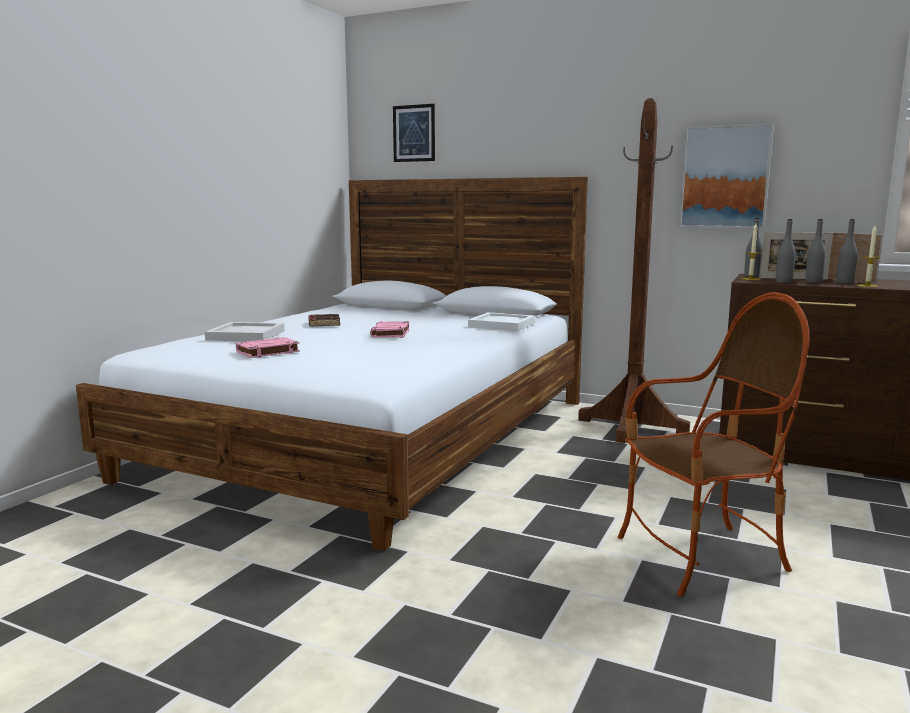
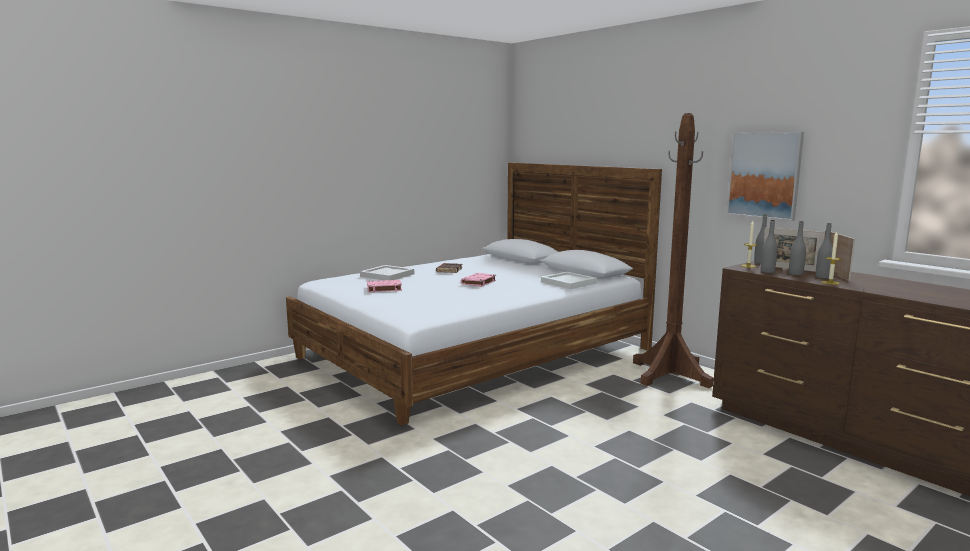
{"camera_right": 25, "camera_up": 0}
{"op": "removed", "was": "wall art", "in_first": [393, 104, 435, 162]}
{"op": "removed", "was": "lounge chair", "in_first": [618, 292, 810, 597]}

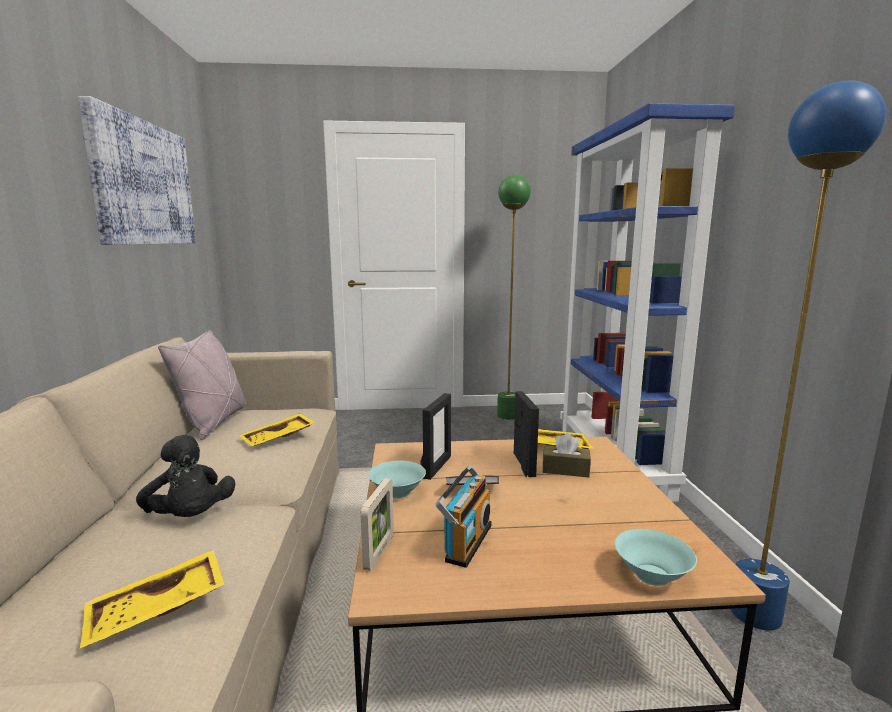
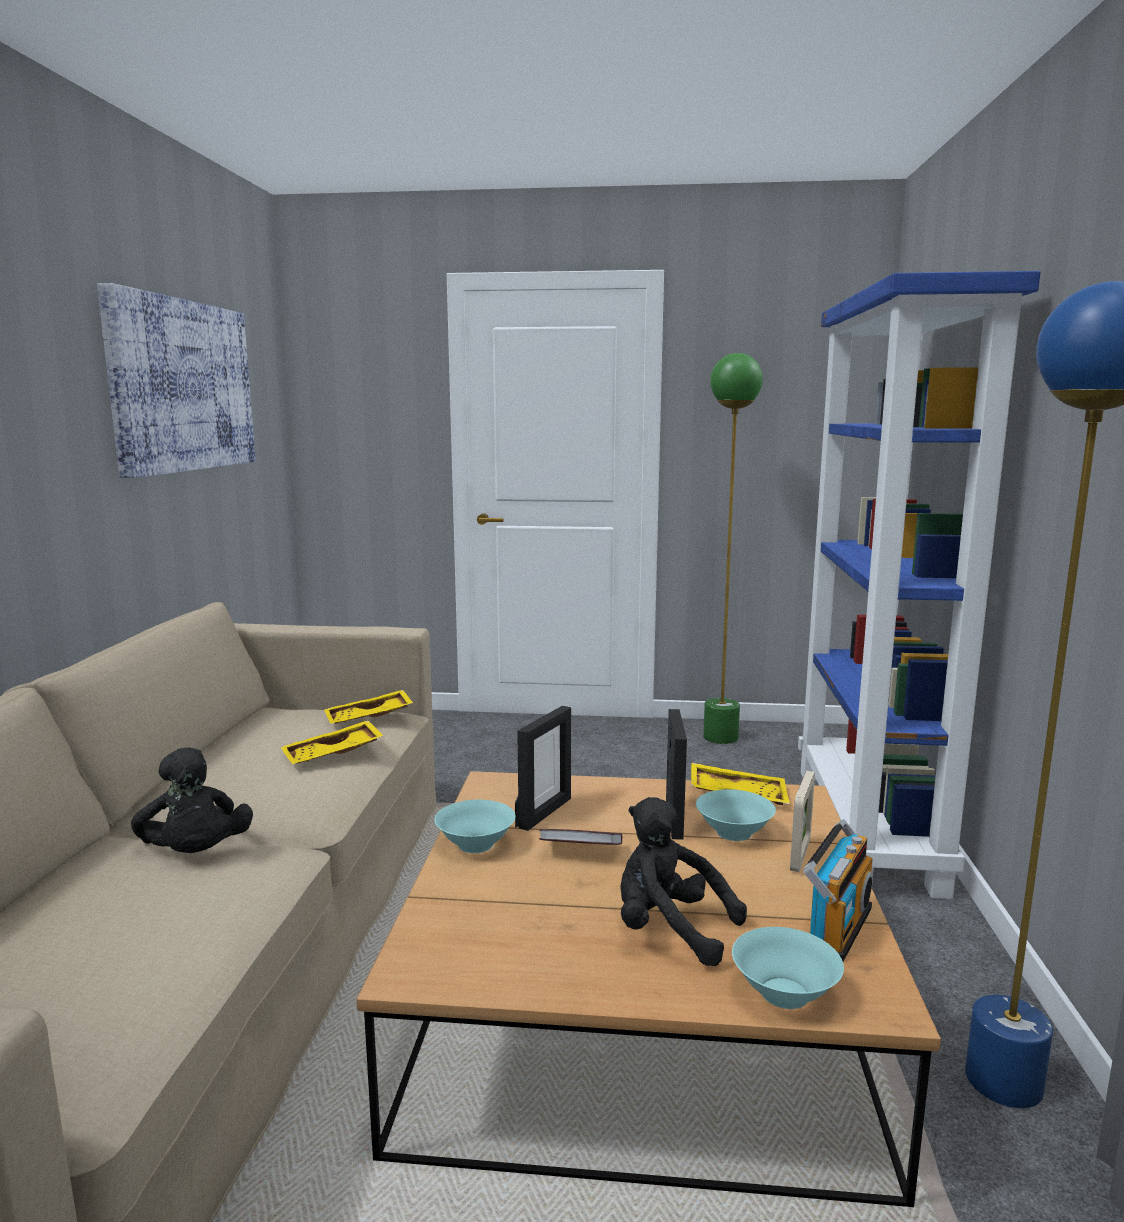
{"camera_right": 10, "camera_up": 0}
{"op": "removed", "was": "cushion (purple)", "in_first": [158, 329, 246, 440]}
{"op": "replaced", "was": "tissue holder (brown-coloured)", "now": "bowl (blue-green)", "in_first": [542, 433, 591, 477], "in_second": [696, 789, 776, 841]}
{"op": "moved", "was": "radio set", "in_first": [435, 465, 492, 568], "in_second": [803, 819, 873, 962]}
{"op": "moved", "was": "photo frame", "in_first": [361, 478, 394, 571], "in_second": [790, 771, 815, 872]}
{"op": "moved", "was": "carrying tray (yellowish)", "in_first": [80, 550, 225, 648], "in_second": [324, 690, 413, 724]}
{"op": "added", "now": "soft toy (black)", "in_second": [620, 797, 747, 966]}

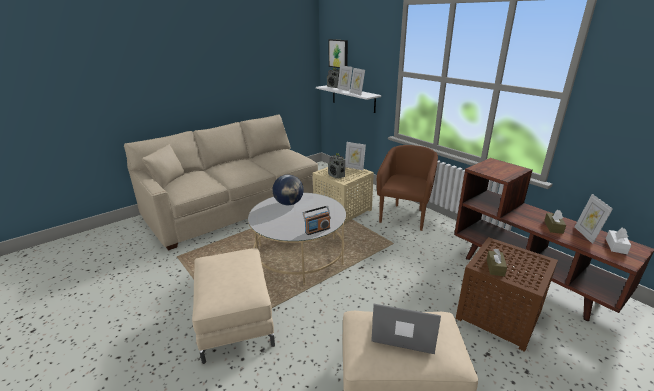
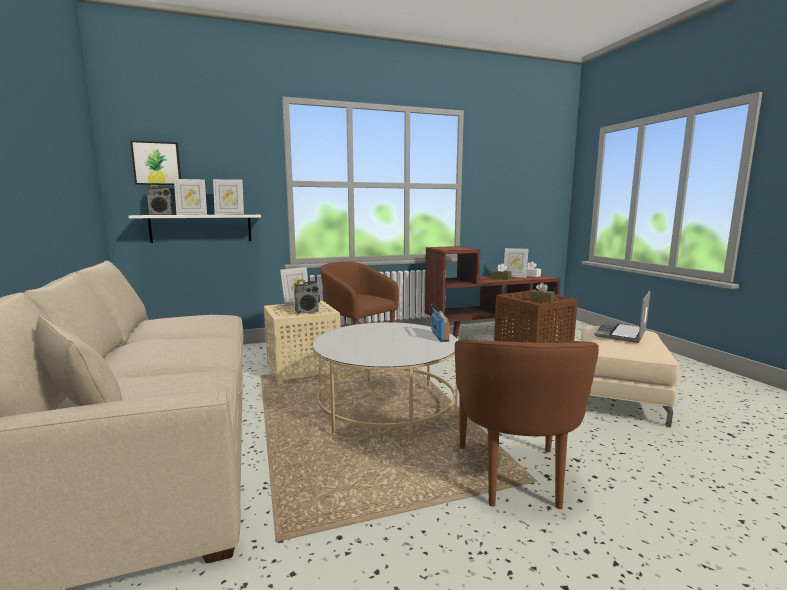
{"camera_right": -70, "camera_up": -15}
{"op": "removed", "was": "globe", "in_first": [272, 174, 304, 205]}
{"op": "replaced", "was": "pouffe (sand-coloured)", "now": "lounge chair (brown-coloured)", "in_first": [192, 248, 275, 364], "in_second": [455, 339, 599, 509]}

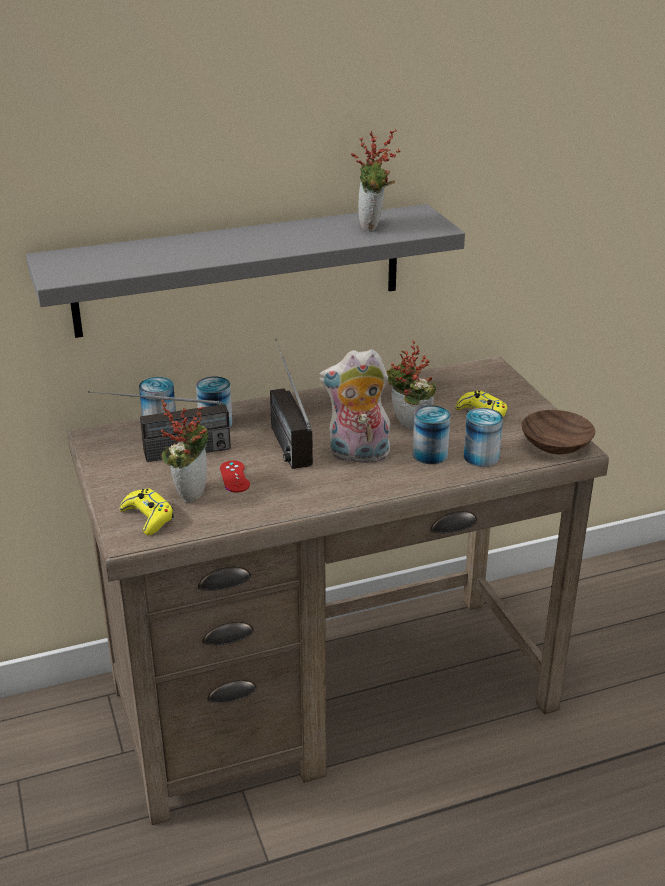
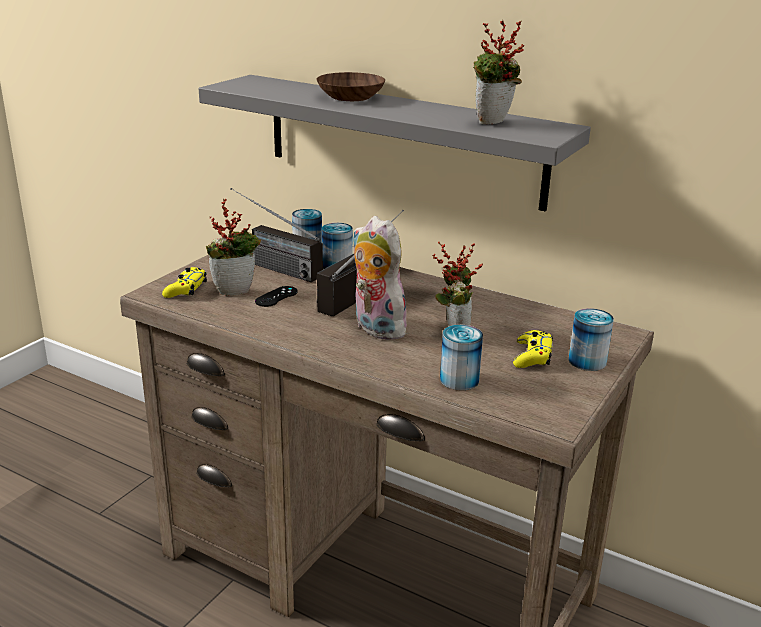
{"camera_right": 50, "camera_up": -5}
{"op": "moved", "was": "sealed can", "in_first": [413, 405, 450, 464], "in_second": [568, 308, 614, 371]}
{"op": "moved", "was": "bowl (brown-coloured)", "in_first": [521, 410, 595, 454], "in_second": [317, 72, 385, 101]}
{"op": "recoloured", "was": "gamepad (reddish)", "now": "gamepad (black)", "in_first": [220, 461, 250, 493], "in_second": [255, 286, 298, 307]}

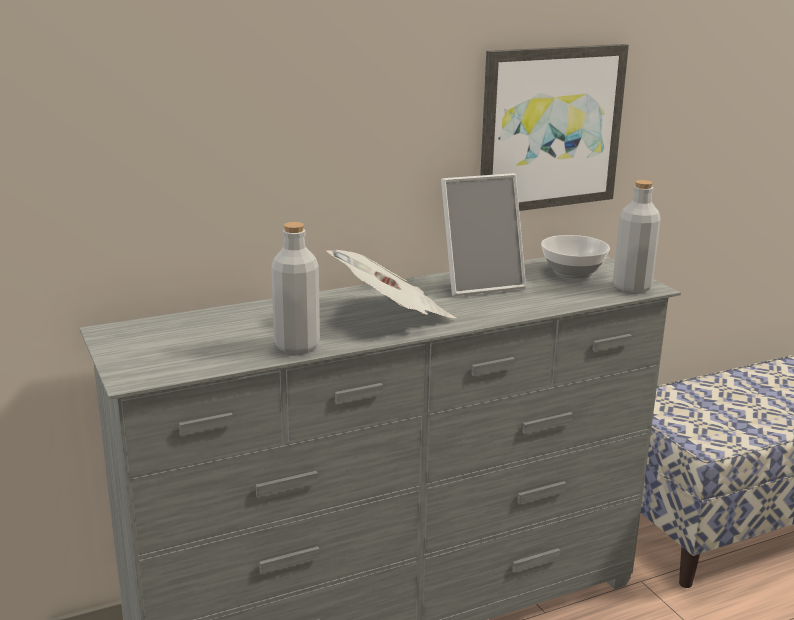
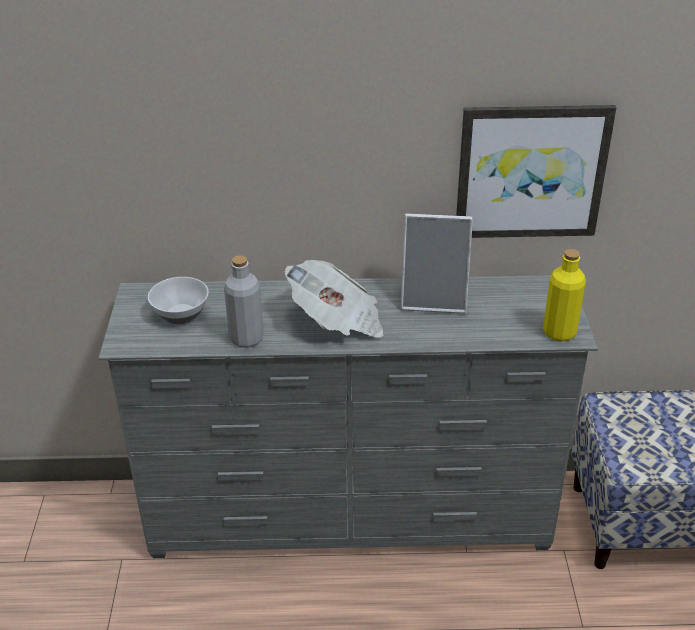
{"camera_right": 25, "camera_up": 15}
{"op": "recoloured", "was": "bottle (gray)", "now": "bottle (yellowish)", "in_first": [613, 180, 661, 293], "in_second": [543, 249, 586, 341]}
{"op": "moved", "was": "bowl", "in_first": [541, 235, 610, 278], "in_second": [148, 277, 209, 324]}

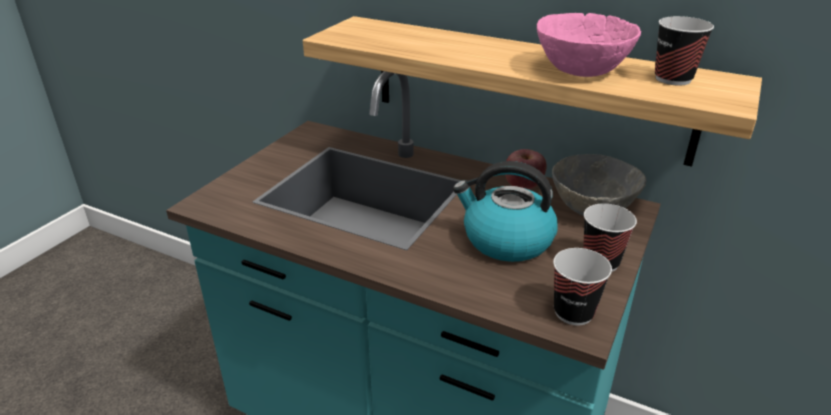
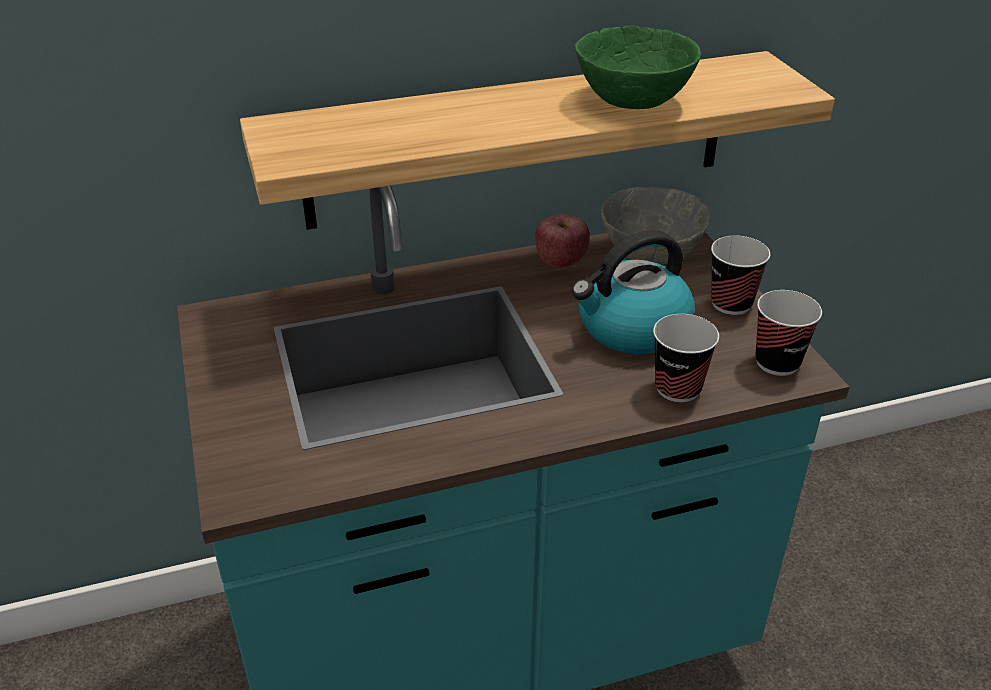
{"camera_right": -45, "camera_up": 5}
{"op": "recoloured", "was": "bowl (pinkish)", "now": "bowl (green)", "in_first": [537, 13, 641, 77], "in_second": [575, 26, 701, 109]}
{"op": "moved", "was": "drinking cup", "in_first": [655, 16, 714, 85], "in_second": [653, 314, 719, 402]}

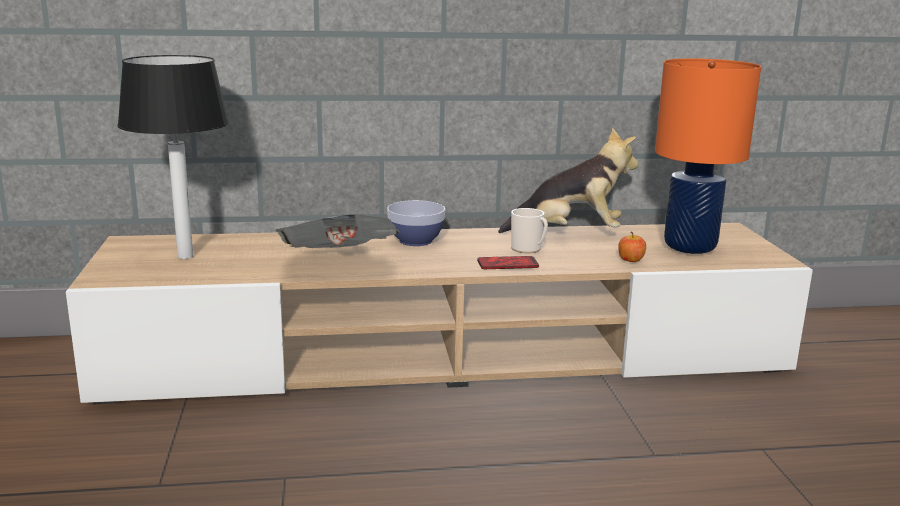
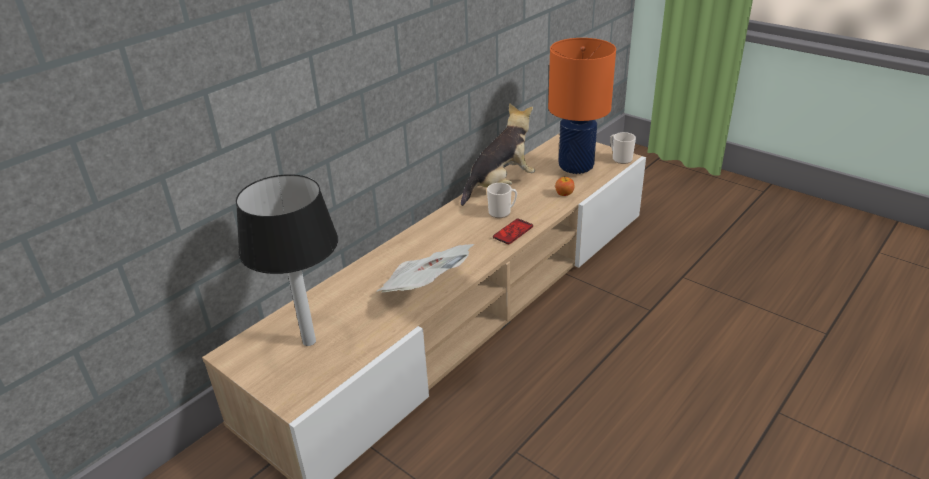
{"camera_right": -40, "camera_up": 15}
{"op": "removed", "was": "bowl", "in_first": [387, 200, 445, 246]}
{"op": "added", "now": "tea mug", "in_second": [610, 132, 636, 164]}

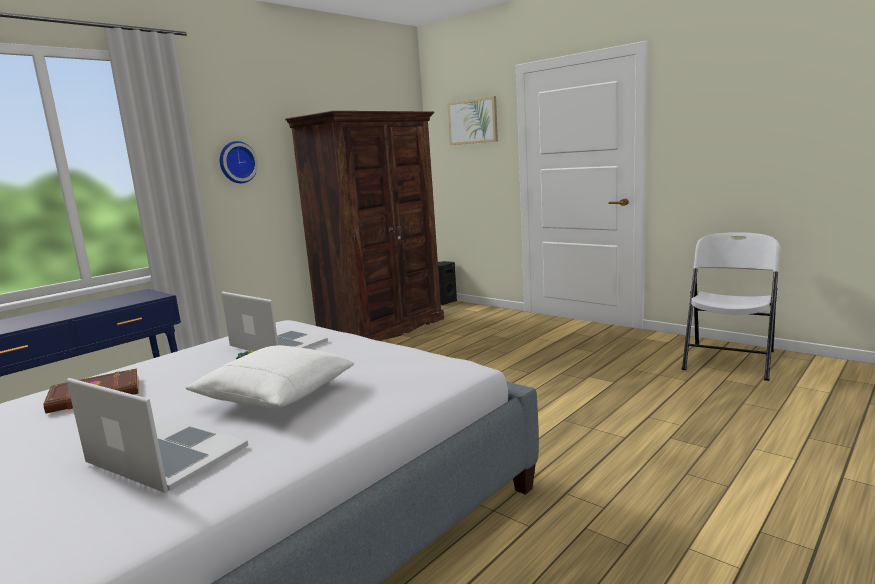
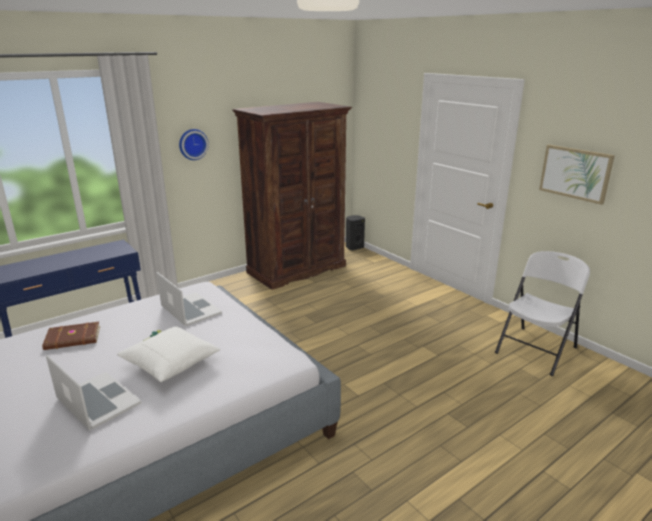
{"camera_right": 10, "camera_up": 10}
{"op": "moved", "was": "wall art", "in_first": [447, 96, 498, 145], "in_second": [539, 145, 615, 205]}

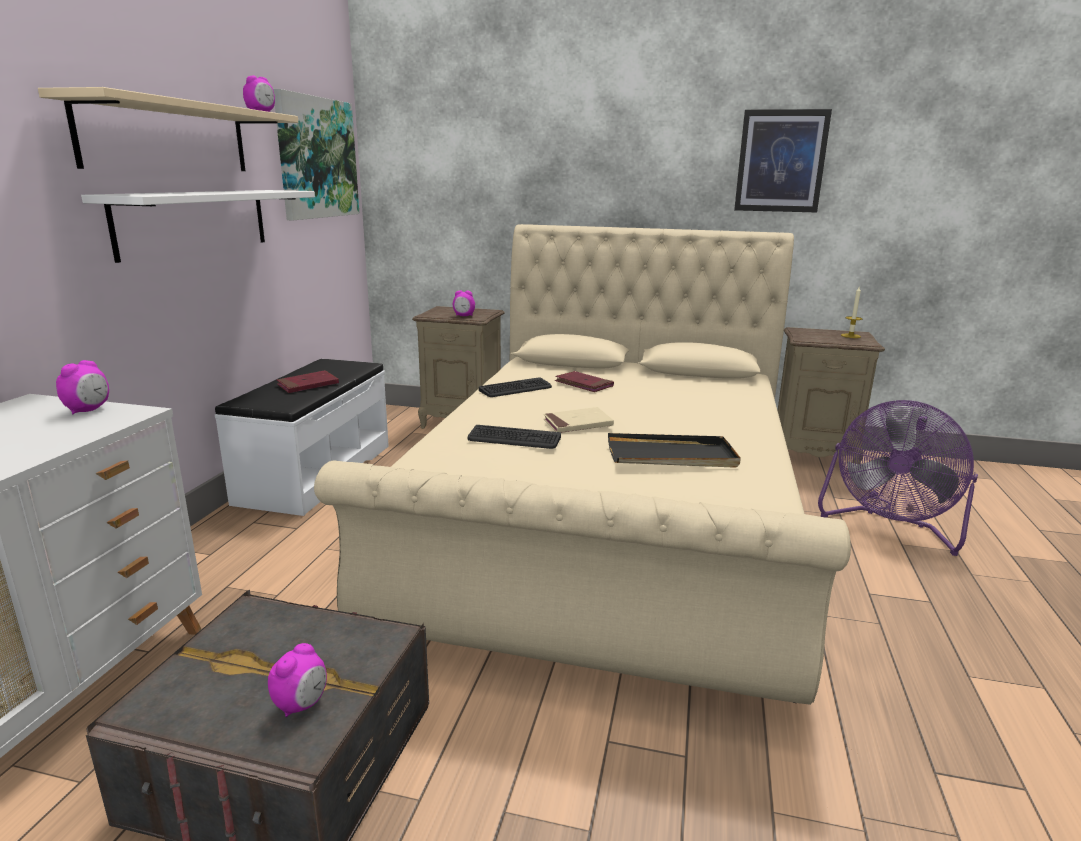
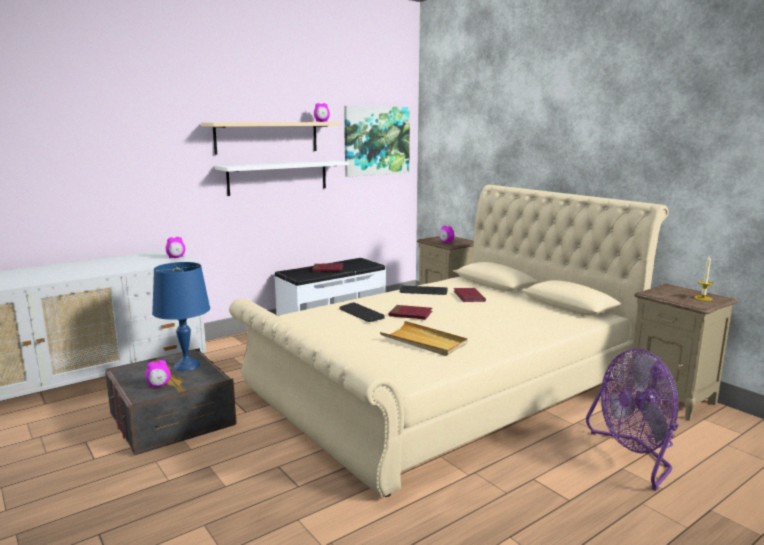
{"camera_right": 40, "camera_up": -5}
{"op": "removed", "was": "wall art", "in_first": [734, 109, 832, 212]}
{"op": "recoloured", "was": "volume (sand-coloured)", "now": "volume (reddish)", "in_first": [544, 407, 614, 433], "in_second": [389, 305, 432, 320]}
{"op": "recoloured", "was": "carrying tray (black)", "now": "carrying tray (sand-coloured)", "in_first": [608, 433, 741, 468], "in_second": [380, 321, 468, 356]}
{"op": "added", "now": "tabletop lamp (blue)", "in_second": [152, 262, 210, 371]}

